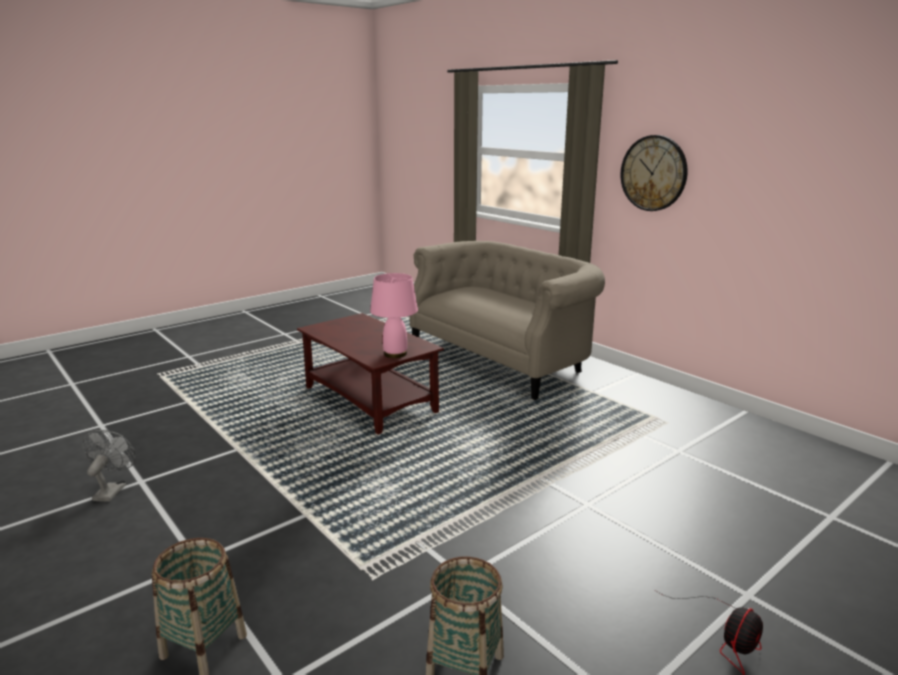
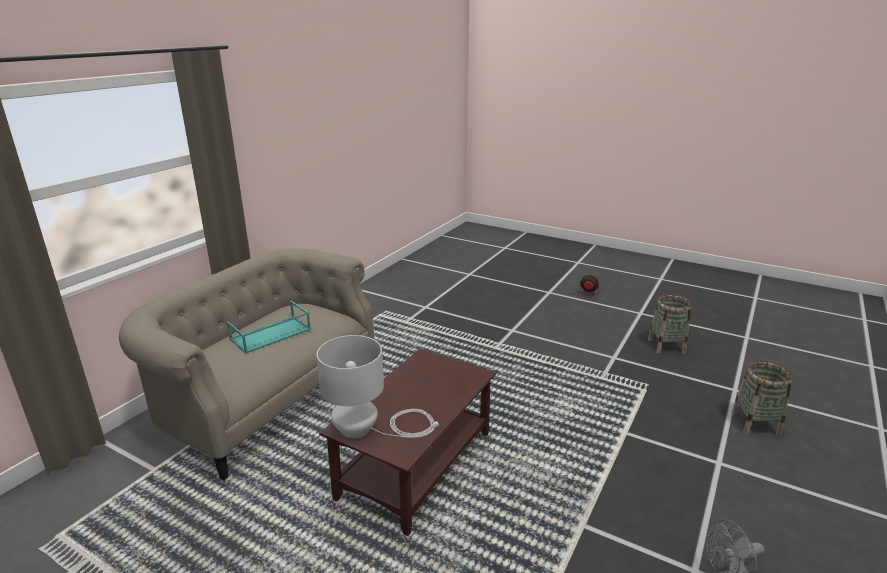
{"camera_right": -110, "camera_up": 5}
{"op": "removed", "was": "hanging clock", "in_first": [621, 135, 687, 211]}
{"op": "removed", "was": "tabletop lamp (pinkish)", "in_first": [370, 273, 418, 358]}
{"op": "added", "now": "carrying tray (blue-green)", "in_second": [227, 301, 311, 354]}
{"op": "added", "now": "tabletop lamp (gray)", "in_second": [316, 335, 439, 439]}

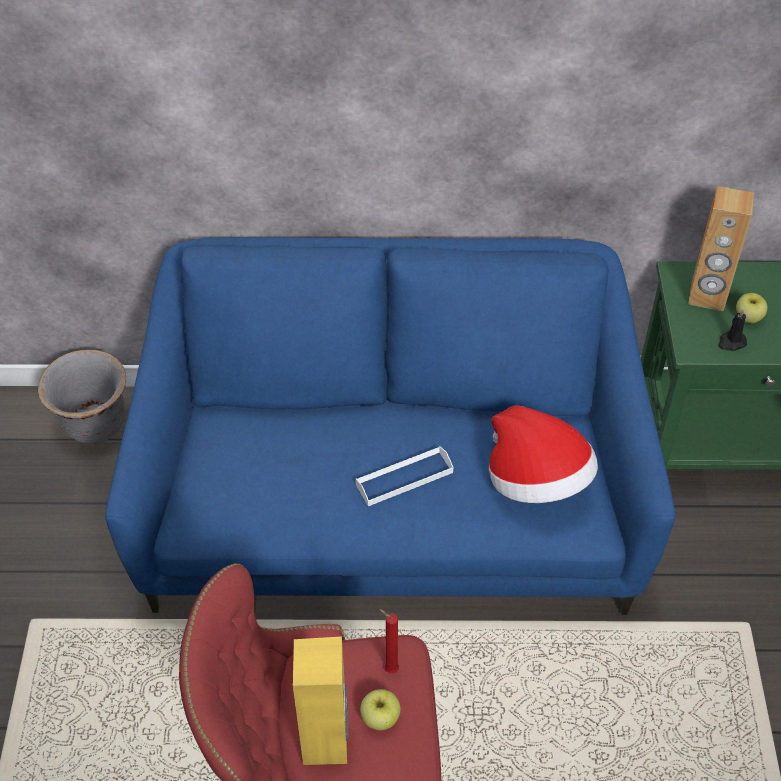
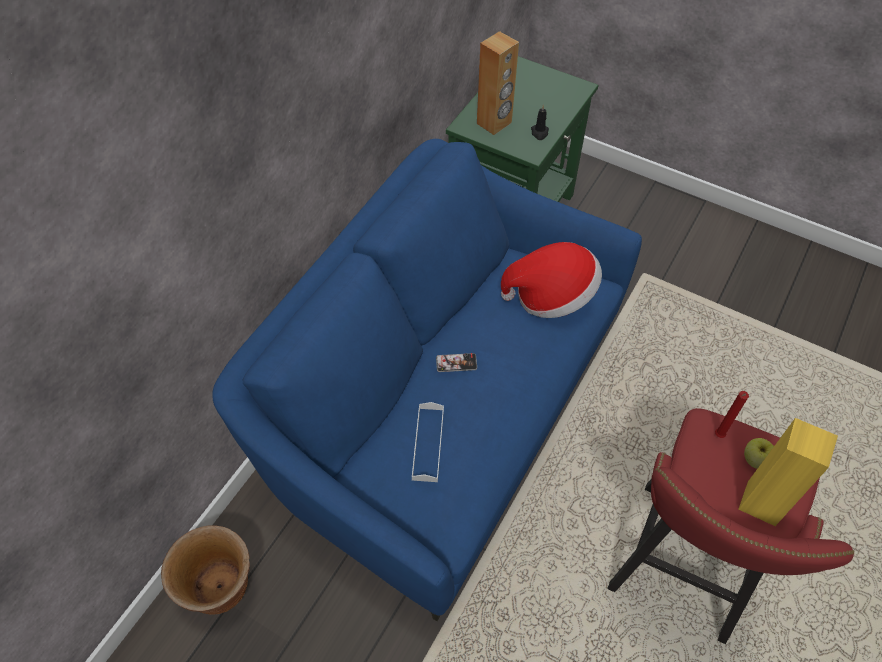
{"camera_right": -60, "camera_up": 5}
{"op": "removed", "was": "apple fruit", "in_first": [736, 293, 767, 323]}
{"op": "recoloured", "was": "plant pot (gray)", "now": "plant pot (brown-coloured)", "in_first": [38, 349, 126, 444], "in_second": [161, 525, 250, 614]}
{"op": "moved", "was": "carrying tray (whitish)", "in_first": [355, 446, 453, 506], "in_second": [412, 402, 444, 482]}
{"op": "added", "now": "phone", "in_second": [436, 353, 477, 372]}

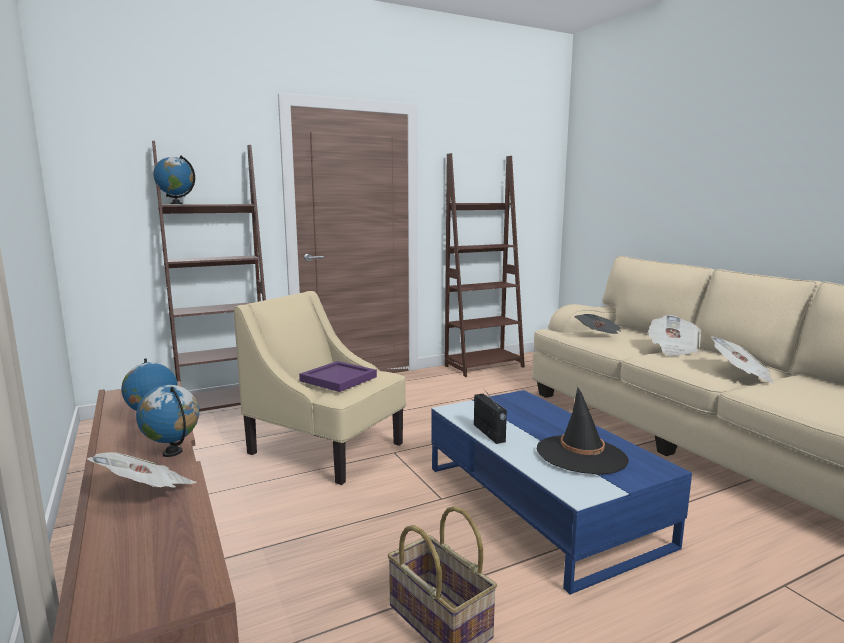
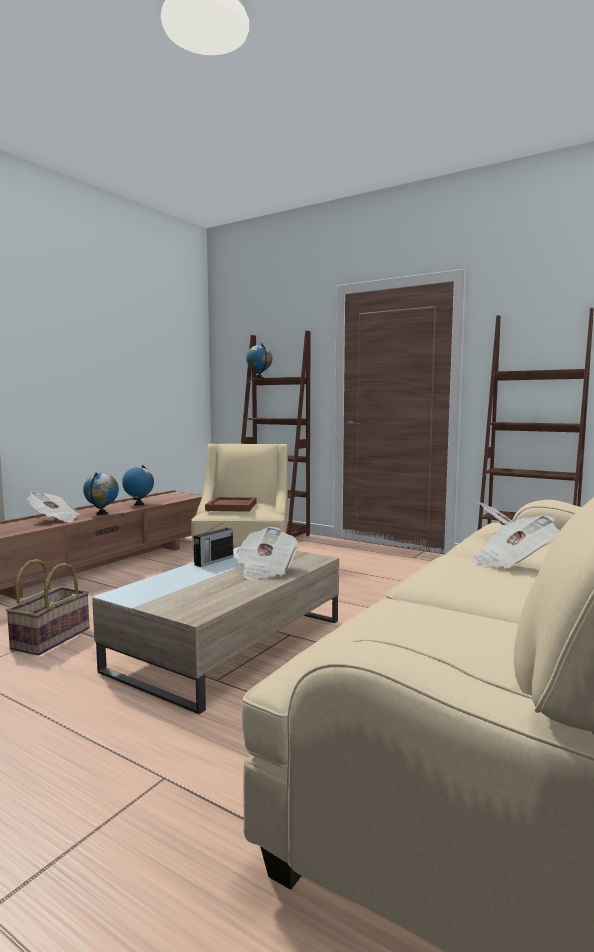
{"camera_right": 60, "camera_up": -5}
{"op": "moved", "was": "newspaper", "in_first": [711, 336, 774, 383], "in_second": [237, 527, 299, 580]}
{"op": "recoloured", "was": "carrying tray (purple)", "now": "carrying tray (brown-coloured)", "in_first": [299, 361, 377, 392], "in_second": [205, 497, 256, 512]}
{"op": "removed", "was": "clothing hat (black)", "in_first": [537, 387, 629, 474]}
{"op": "recoloured", "was": "lounge table (blue)", "now": "lounge table (sand-coloured)", "in_first": [431, 390, 692, 595], "in_second": [92, 547, 339, 714]}

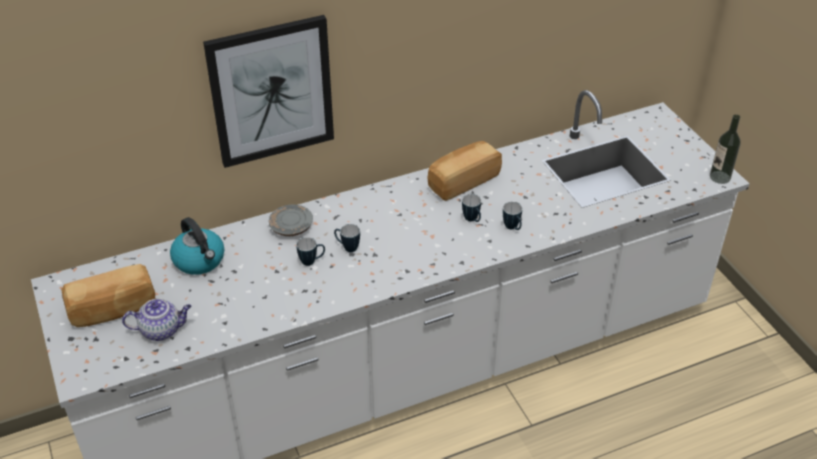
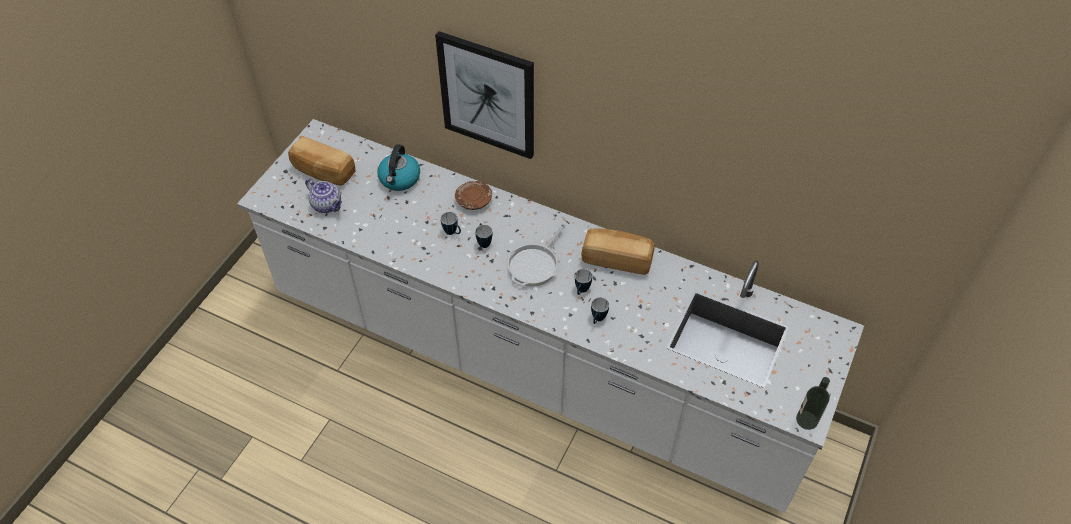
{"camera_right": 50, "camera_up": 10}
{"op": "recoloured", "was": "dinner plate (gray)", "now": "dinner plate (brown-coloured)", "in_first": [268, 205, 313, 236], "in_second": [455, 181, 492, 210]}
{"op": "added", "now": "frying pan", "in_second": [508, 224, 566, 287]}

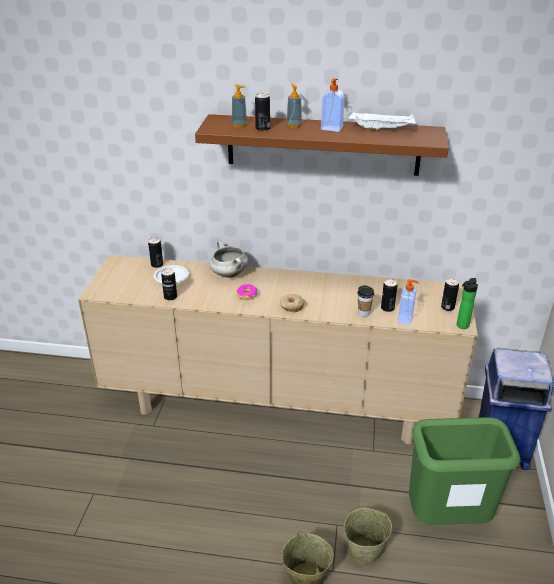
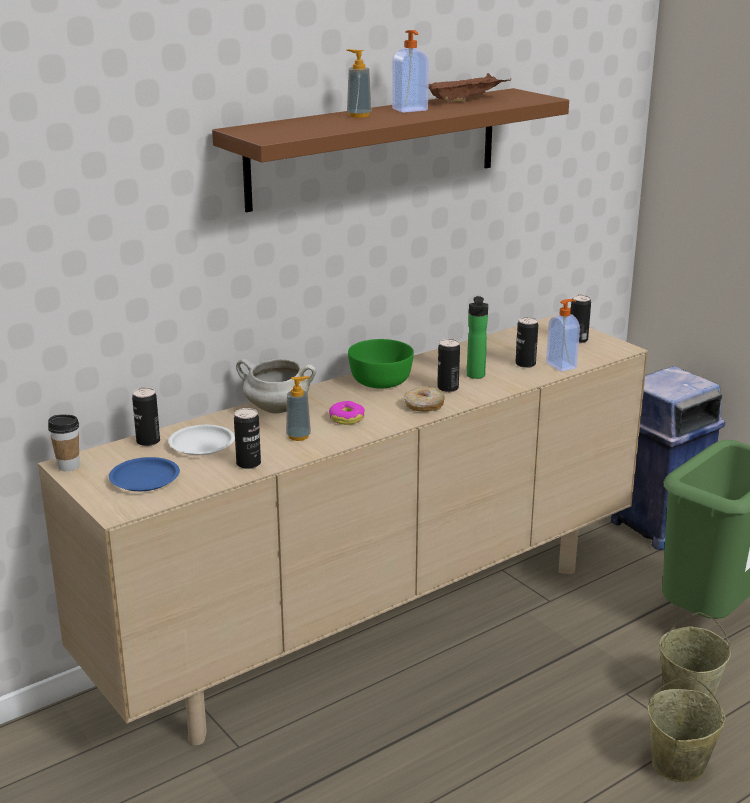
{"camera_right": -45, "camera_up": -10}
{"op": "moved", "was": "soap dispenser", "in_first": [232, 85, 247, 127], "in_second": [286, 376, 311, 441]}
{"op": "moved", "was": "sealed can", "in_first": [255, 93, 270, 131], "in_second": [437, 339, 460, 392]}
{"op": "recoloured", "was": "carrying tray (whitish)", "now": "carrying tray (brown-coloured)", "in_first": [349, 112, 416, 131], "in_second": [428, 73, 511, 103]}
{"op": "moved", "was": "bottle", "in_first": [457, 278, 478, 329], "in_second": [467, 296, 488, 379]}
{"op": "moved", "was": "drinking cup", "in_first": [357, 285, 374, 317], "in_second": [48, 414, 79, 471]}
{"op": "added", "now": "bowl (green)", "in_second": [348, 339, 414, 389]}
{"op": "added", "now": "dinner plate (blue)", "in_second": [109, 457, 180, 491]}

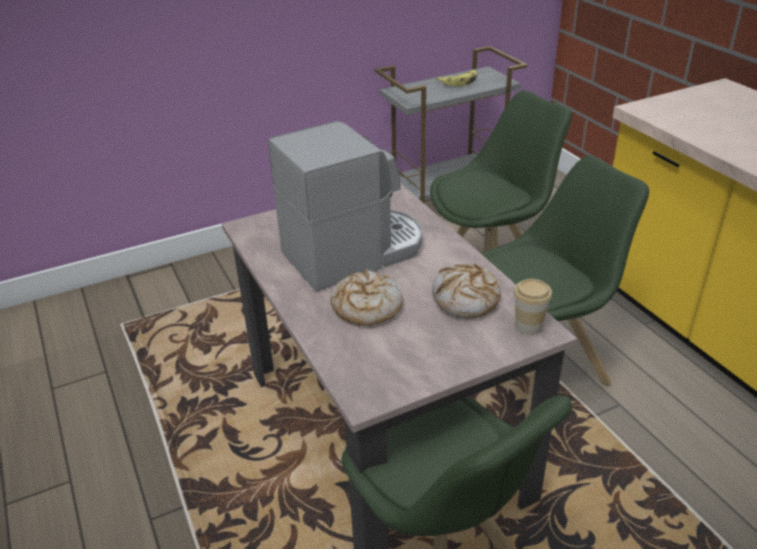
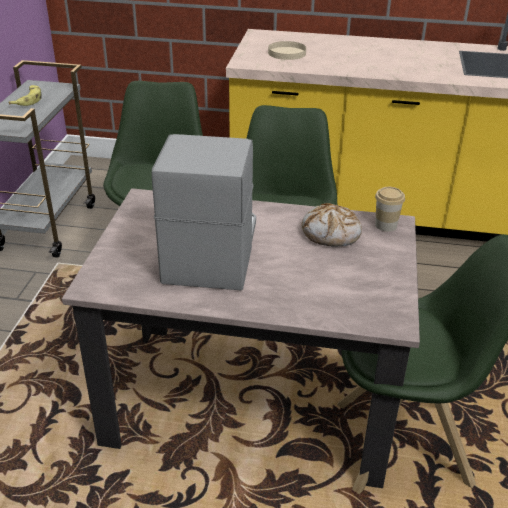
{"camera_right": -55, "camera_up": 0}
{"op": "removed", "was": "bread", "in_first": [330, 269, 403, 326]}
{"op": "added", "now": "dinner plate (sand-coloured)", "in_second": [268, 41, 306, 60]}

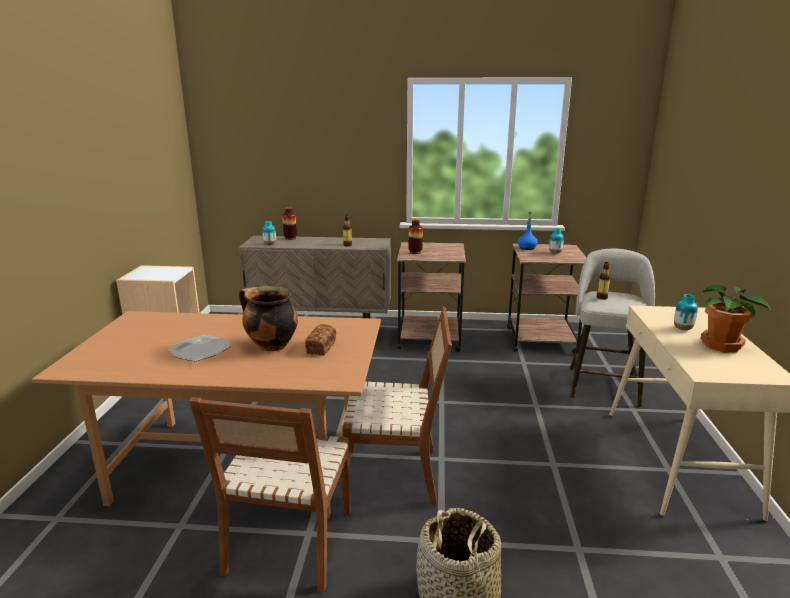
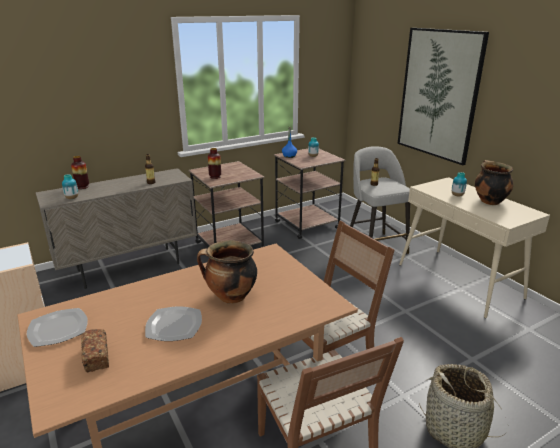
{"camera_right": -35, "camera_up": 5}
{"op": "replaced", "was": "potted plant", "now": "stockpot", "in_first": [701, 285, 772, 352], "in_second": [475, 160, 513, 205]}
{"op": "moved", "was": "bread", "in_first": [305, 324, 336, 356], "in_second": [81, 329, 109, 372]}
{"op": "added", "now": "wall art", "in_second": [397, 28, 489, 165]}
{"op": "added", "now": "dinner plate", "in_second": [27, 308, 88, 347]}

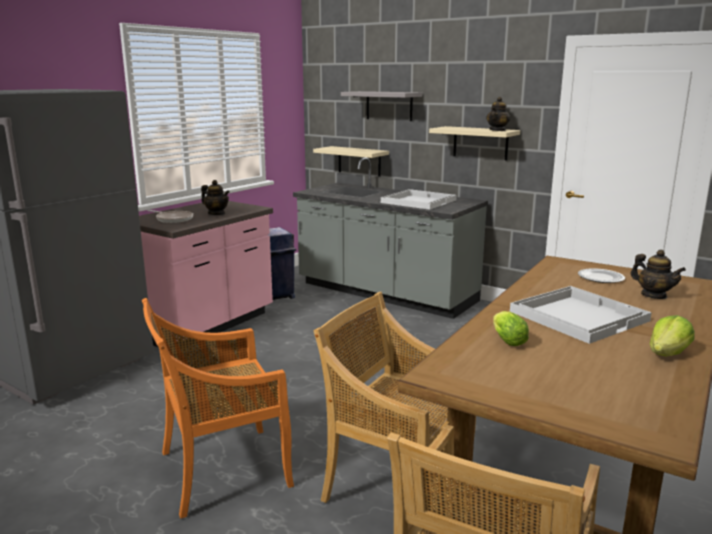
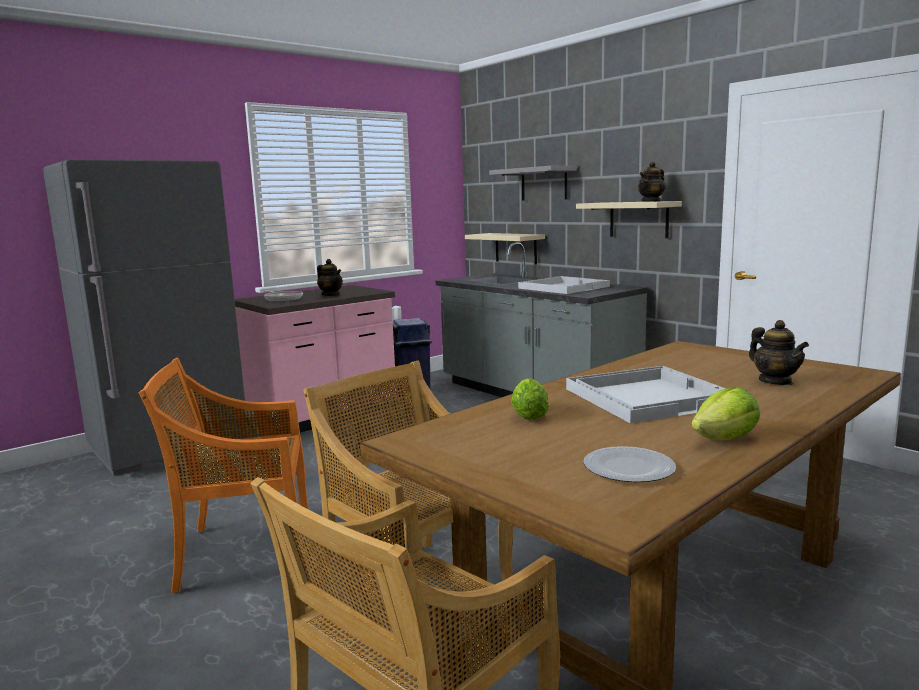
{"camera_right": 15, "camera_up": -5}
{"op": "moved", "was": "dinner plate", "in_first": [578, 268, 625, 283], "in_second": [584, 446, 676, 482]}

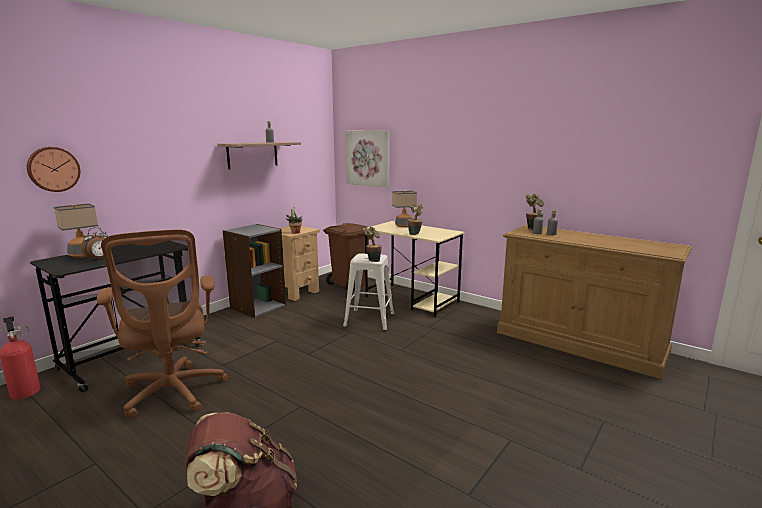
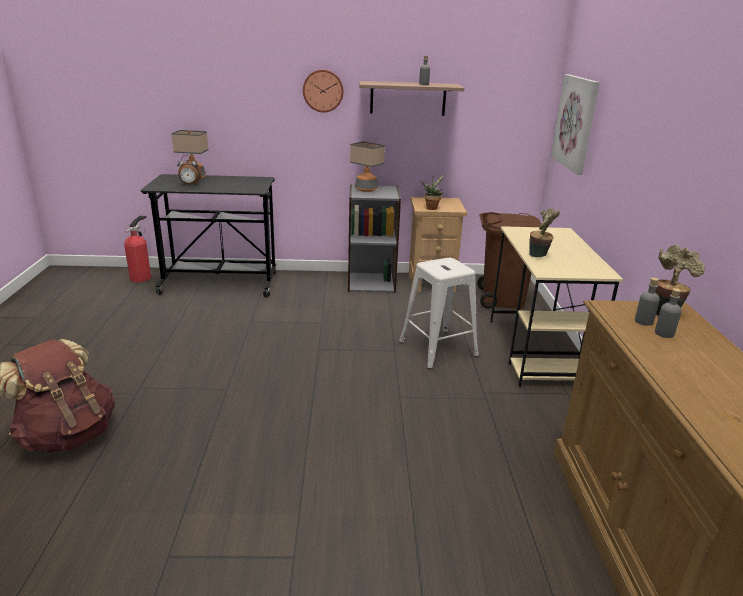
{"camera_right": 50, "camera_up": 10}
{"op": "moved", "was": "hanging clock", "in_first": [27, 147, 80, 192], "in_second": [303, 69, 344, 112]}
{"op": "moved", "was": "tabletop lamp", "in_first": [392, 191, 417, 227], "in_second": [350, 141, 385, 192]}
{"op": "removed", "was": "potted plant", "in_first": [364, 227, 382, 262]}
{"op": "removed", "was": "computer chair (brown-coloured)", "in_first": [97, 229, 228, 418]}

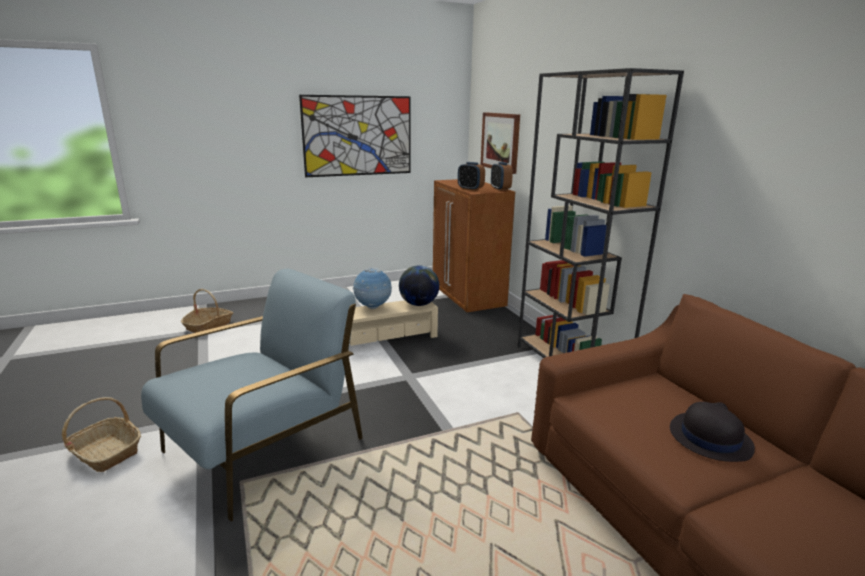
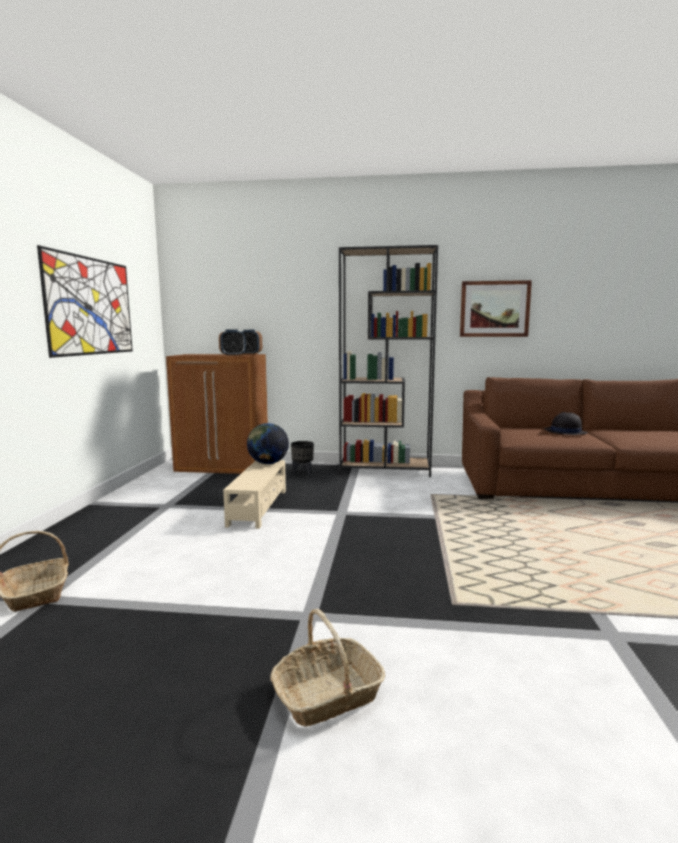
{"camera_right": -60, "camera_up": -10}
{"op": "moved", "was": "wall art", "in_first": [481, 112, 520, 174], "in_second": [460, 280, 532, 337]}
{"op": "removed", "was": "globe", "in_first": [353, 267, 392, 309]}
{"op": "removed", "was": "lounge chair (blue)", "in_first": [141, 269, 363, 522]}
{"op": "added", "now": "plant pot (black)", "in_second": [291, 441, 314, 475]}

